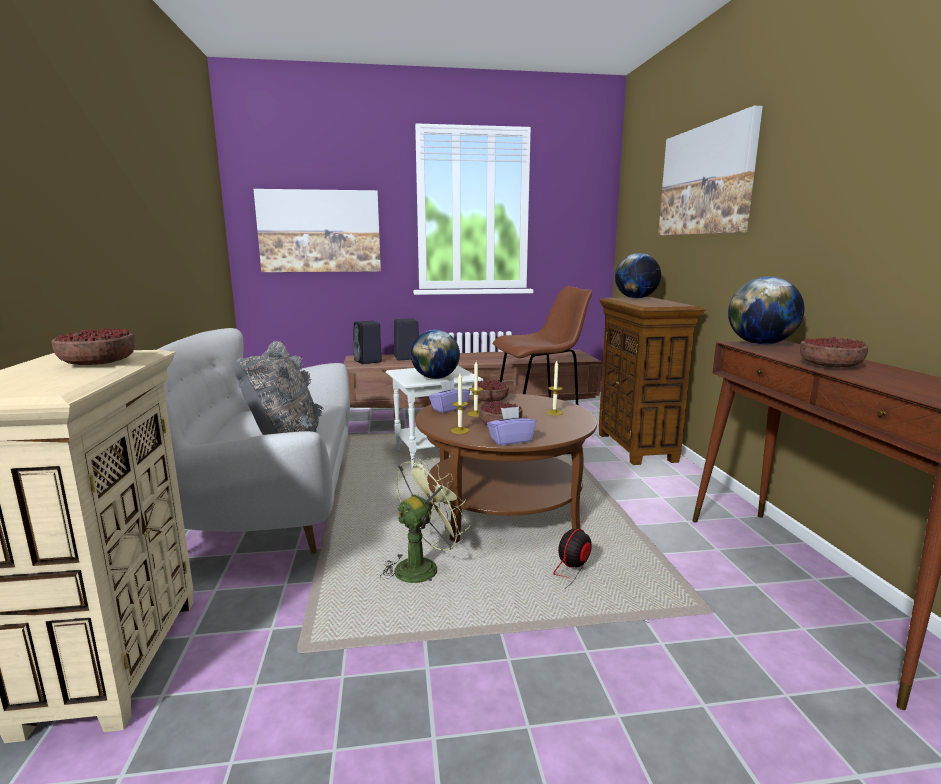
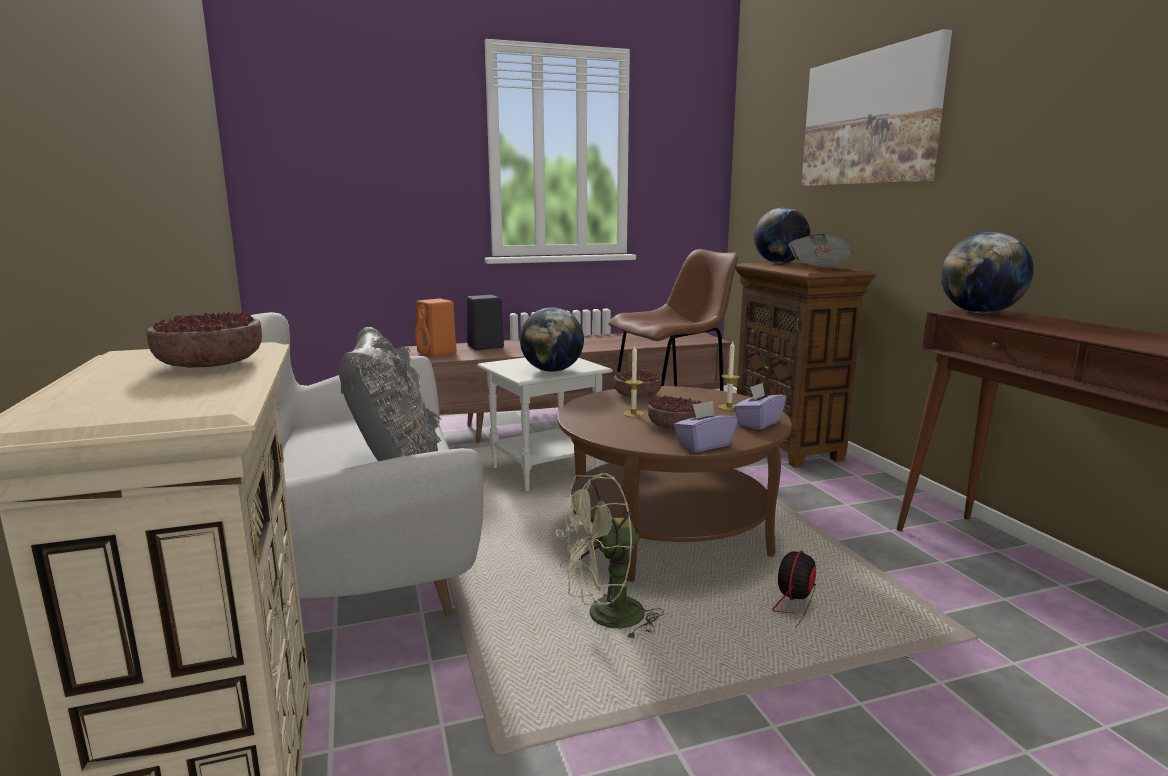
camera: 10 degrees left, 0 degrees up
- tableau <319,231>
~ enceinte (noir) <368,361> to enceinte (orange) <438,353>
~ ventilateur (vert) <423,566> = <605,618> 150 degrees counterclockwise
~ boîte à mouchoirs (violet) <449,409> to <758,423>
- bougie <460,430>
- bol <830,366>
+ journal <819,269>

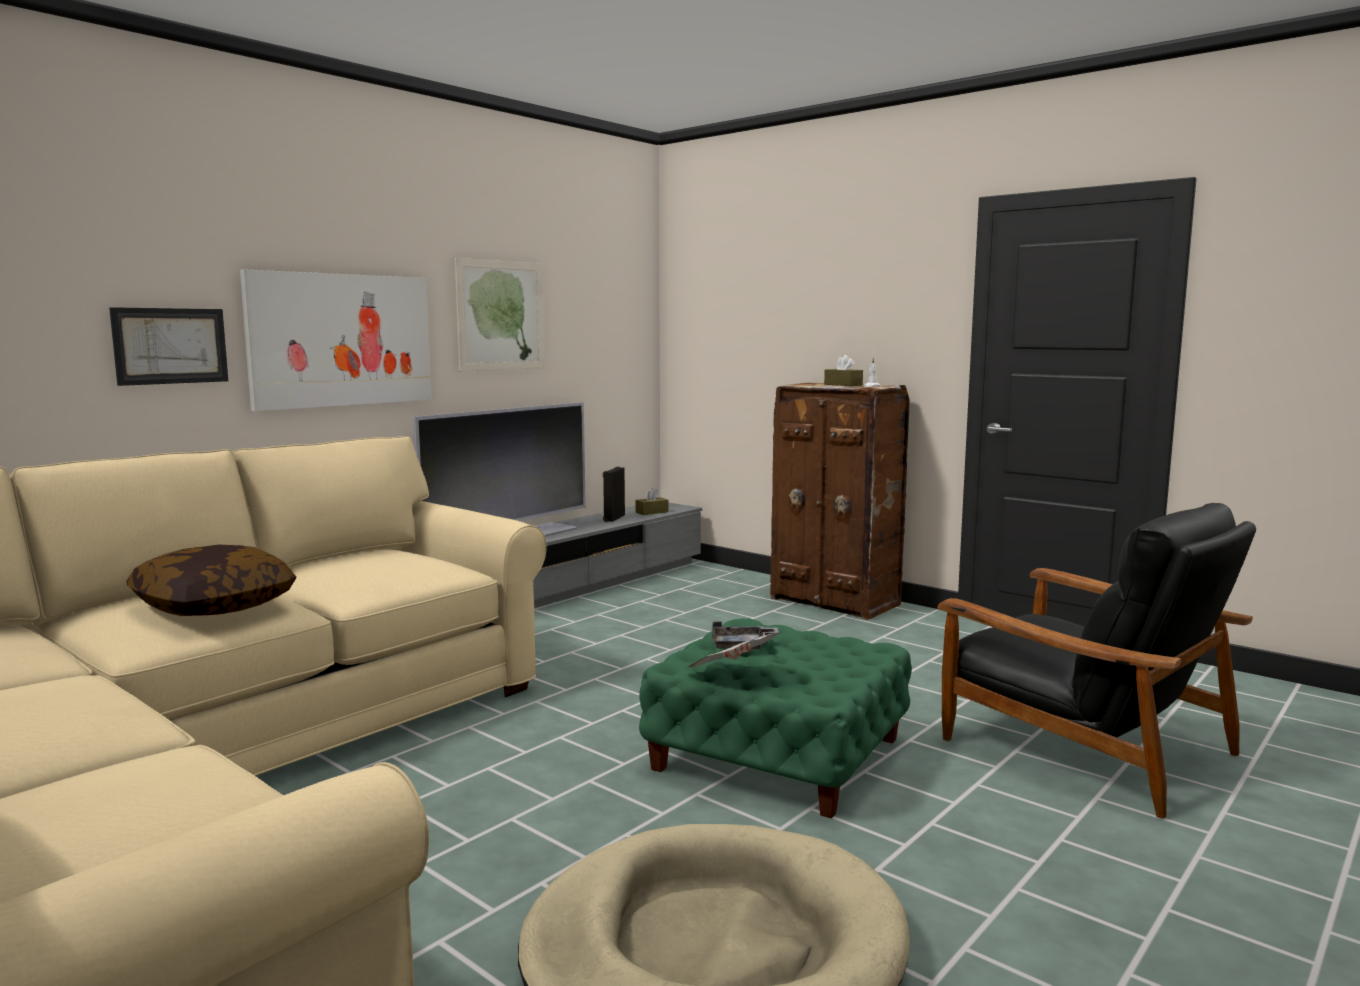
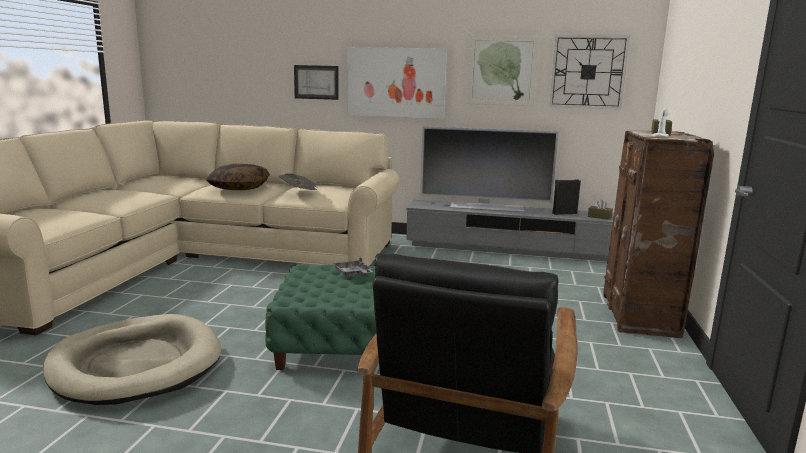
camera: 60 degrees right, 5 degrees up
~ journal <731,676> to <300,193>
+ horloge murale <588,72>

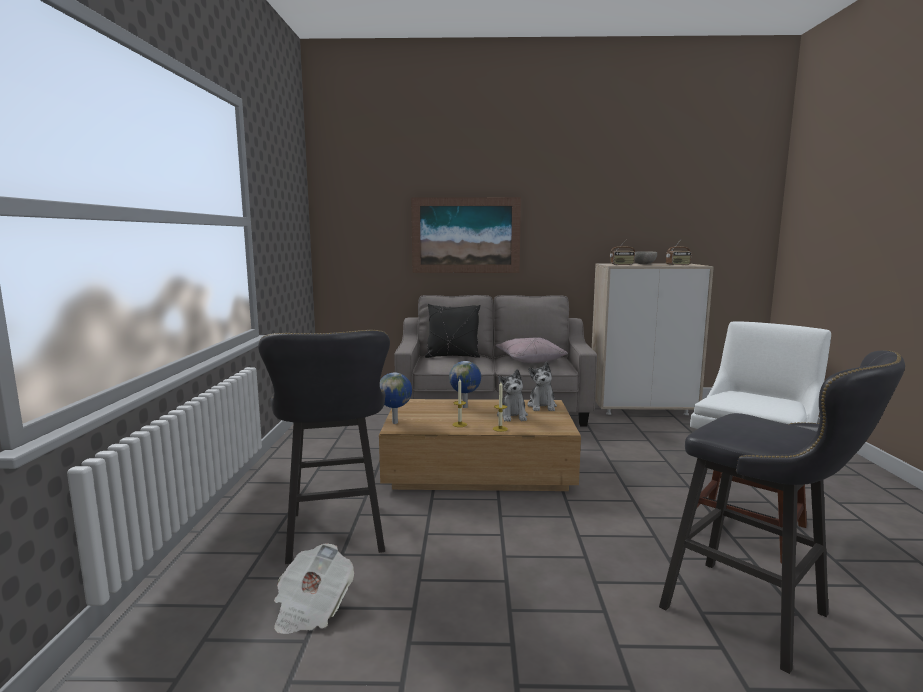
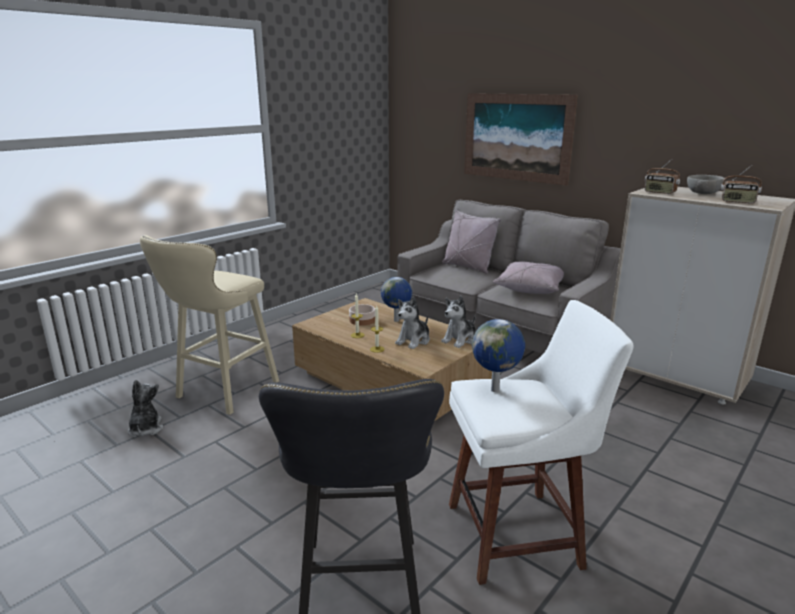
camera: 40 degrees right, 10 degrees up
~ tabouret (noir) <335,540> to tabouret (beige) <220,394>
~ journal <311,608> to peluche <146,429>
~ globe <395,422> to <496,390>
~ coussin (noir) <452,356> to coussin (violet) <468,267>
+ bol <362,320>

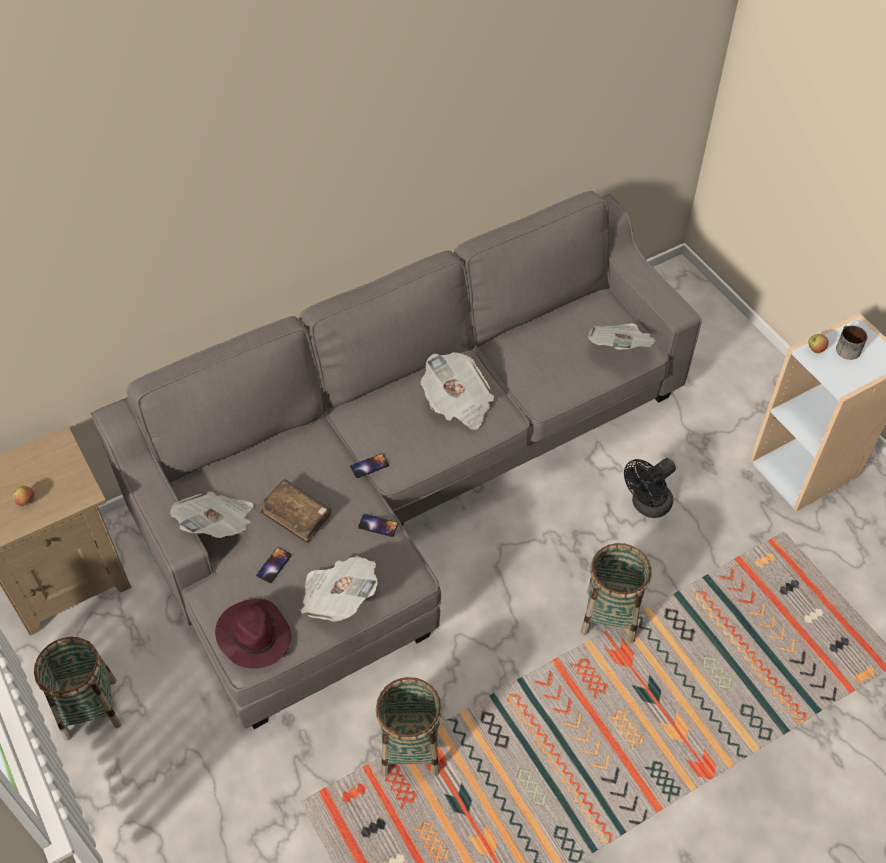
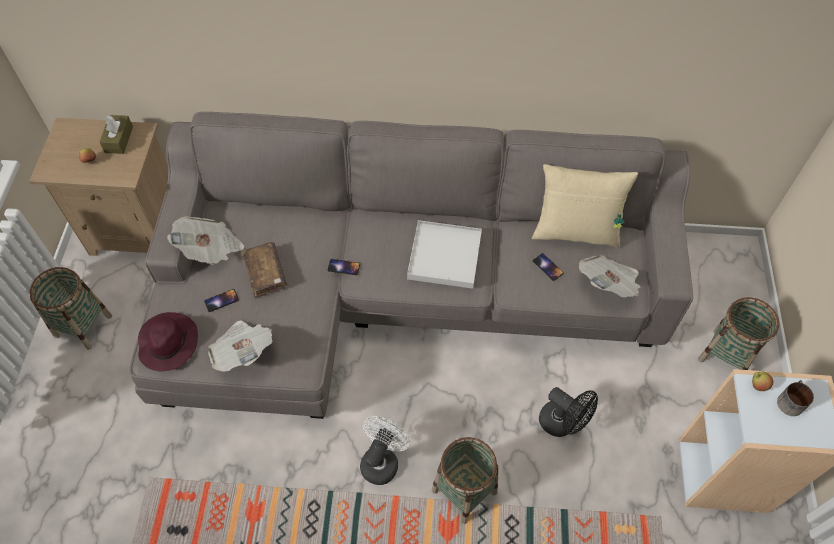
camera: 35 degrees right, 5 degrees up
~ téléphone <378,525> to <548,267>
~ panier <410,748> to <726,355>
~ journal <457,403> to plateau (blanc) <445,256>
~ ventilateur (noir) <647,506> = <562,423> 135 degrees counterclockwise
+ boîte à mouchoirs (marron) <119,139>
+ ventilateur (blanc) <382,460>
+ coussin (beige) <575,232>

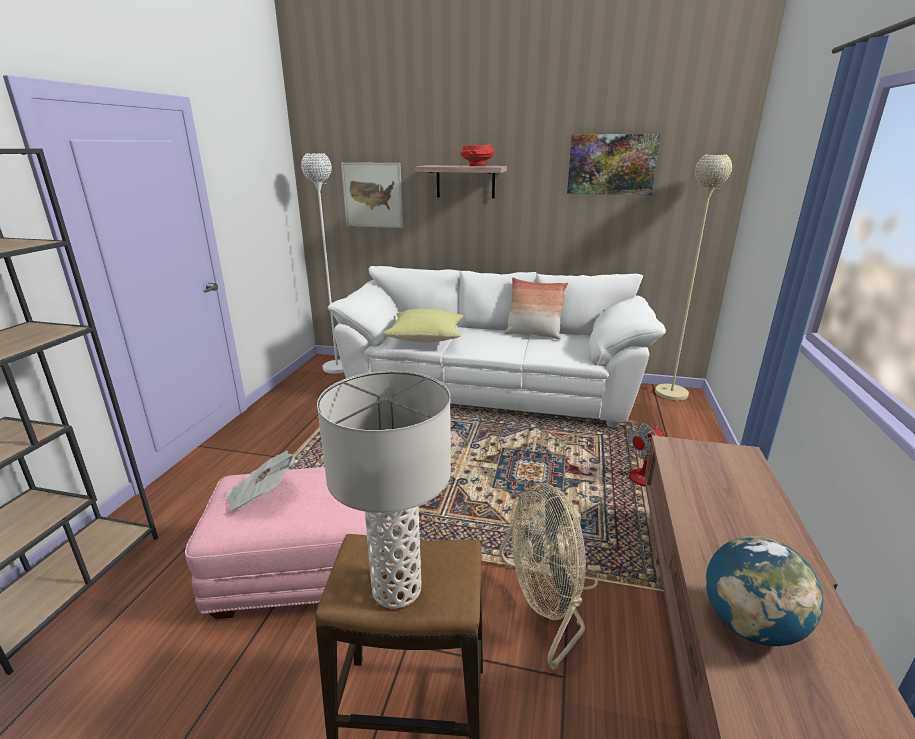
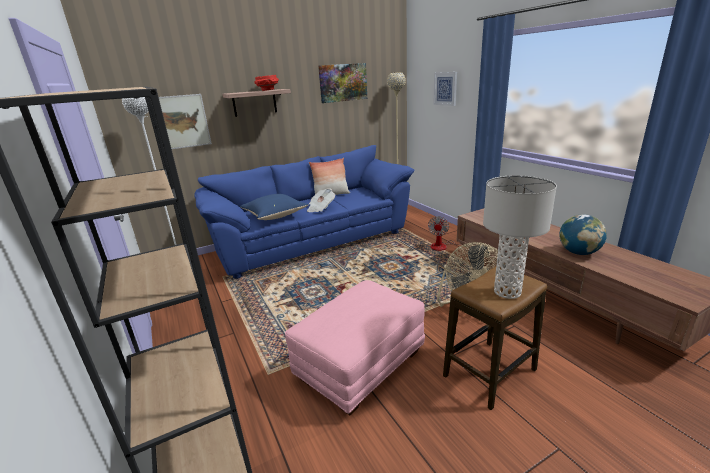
camera: 40 degrees left, 0 degrees up
~ journal <261,496> to <321,208>
~ canapé (blanc) <490,393> to canapé (bleu) <314,243>
~ coussin (jaune) <427,338> to coussin (bleu) <275,216>
+ tableau <445,88>

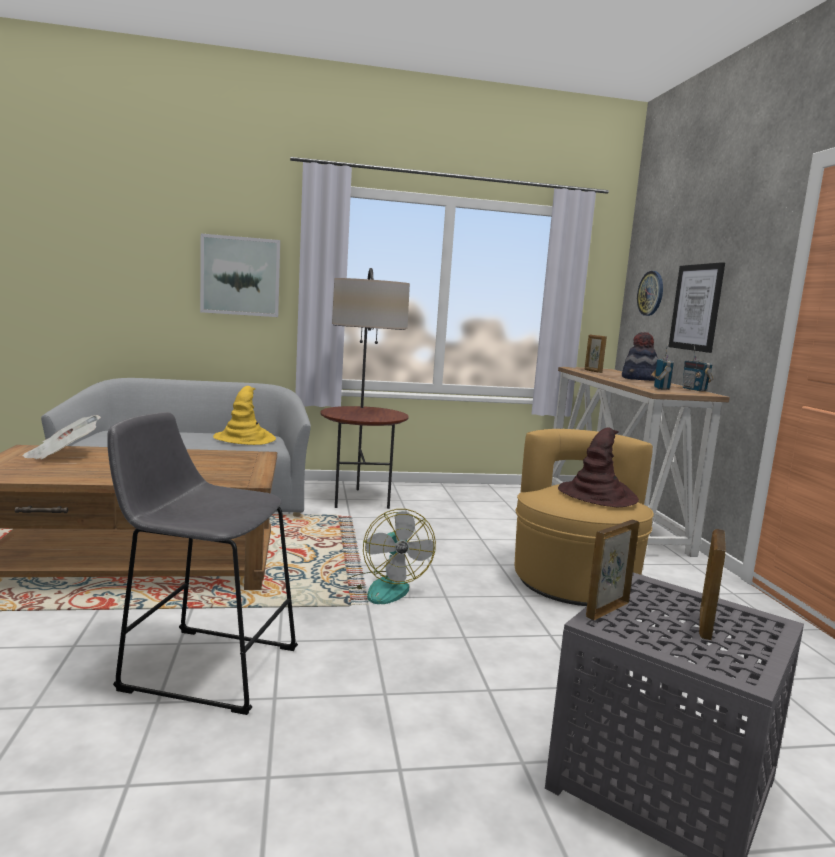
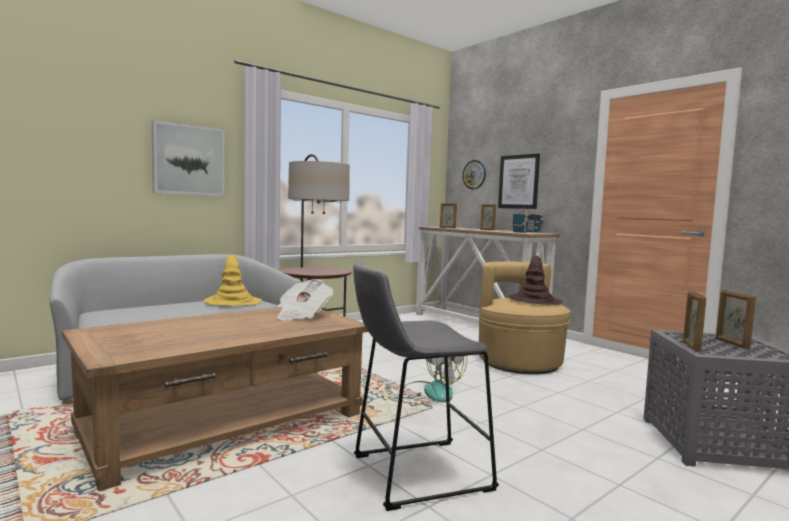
camera: 30 degrees left, 5 degrees down
~ journal <62,455> to <302,315>
~ chapeau <640,379> to cadre photo <487,229>

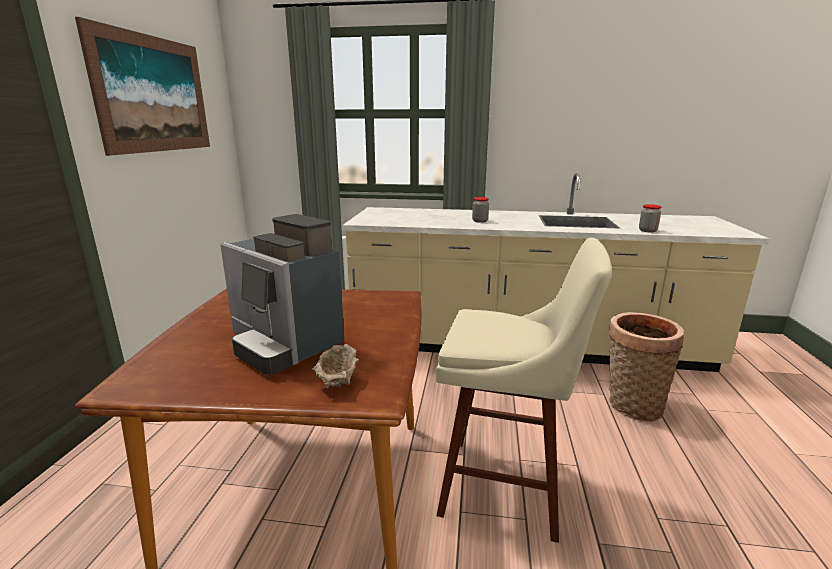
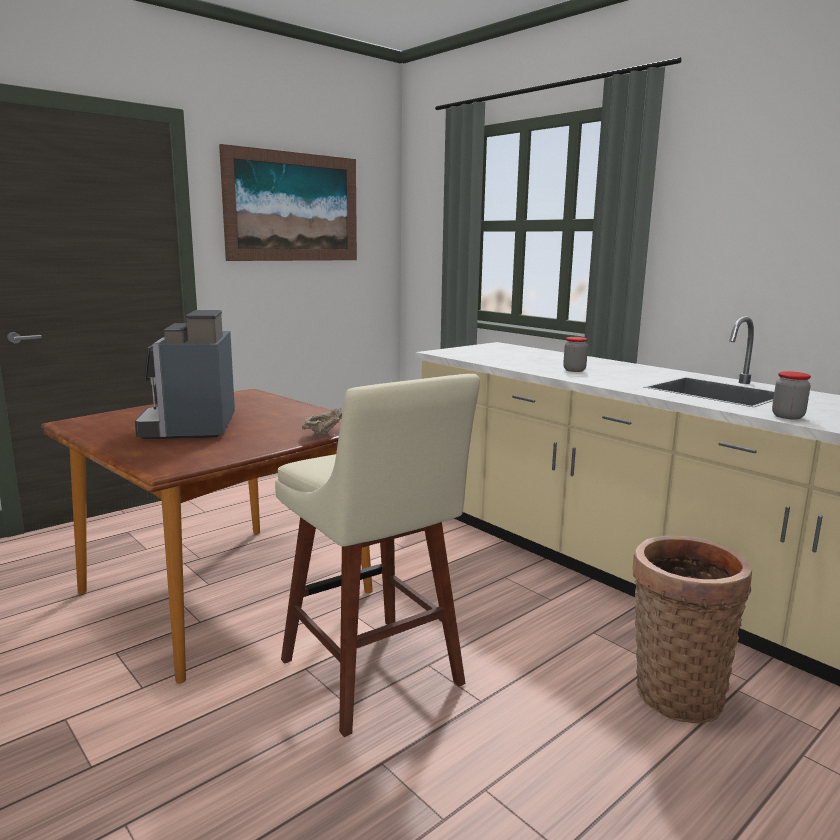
camera: 40 degrees right, 5 degrees down
~ bol (beige) <336,382> to <323,434>

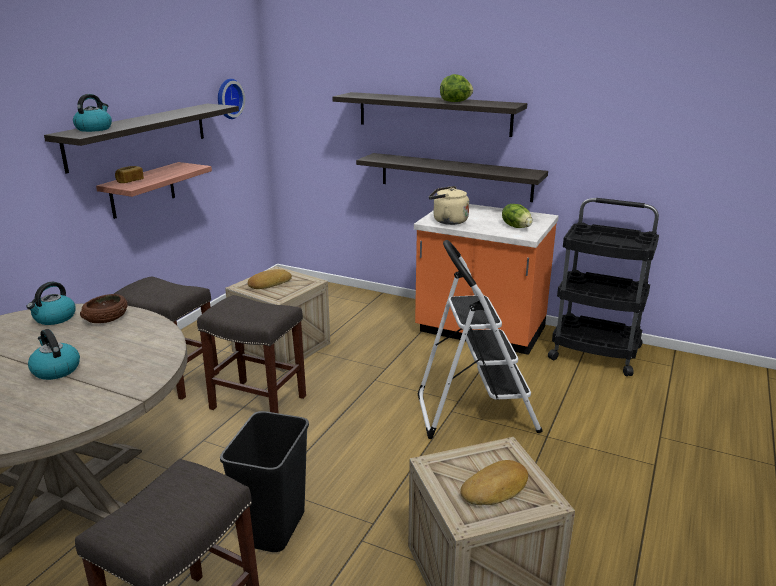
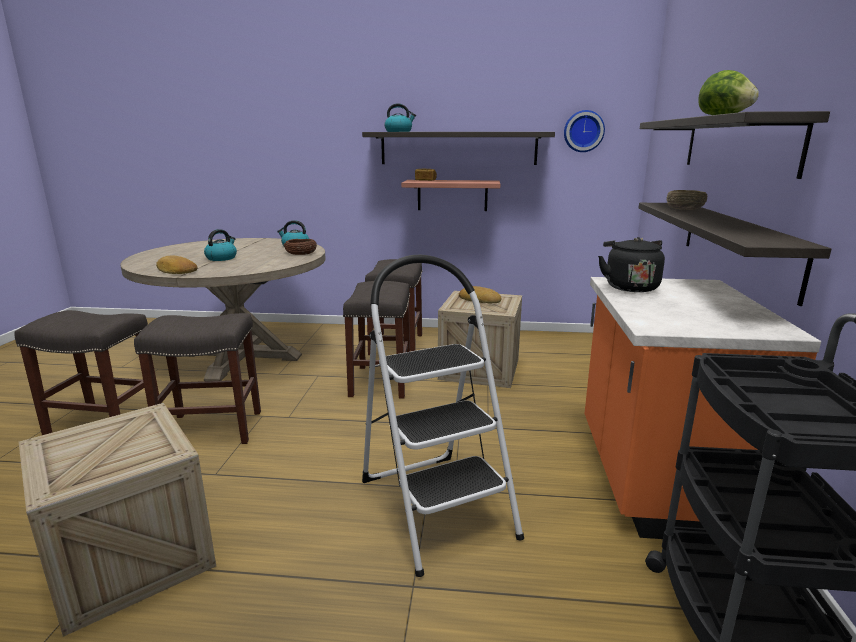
camera: 70 degrees right, 5 degrees down
~ poubelle (noir) <275,528> to tabouret (gris) <210,429>
~ bouilloire (beige) <447,221> to bouilloire (noir) <629,287>
~ pain <496,488> to <176,270>
- laitue <516,227>
+ bol (beige) <684,208>

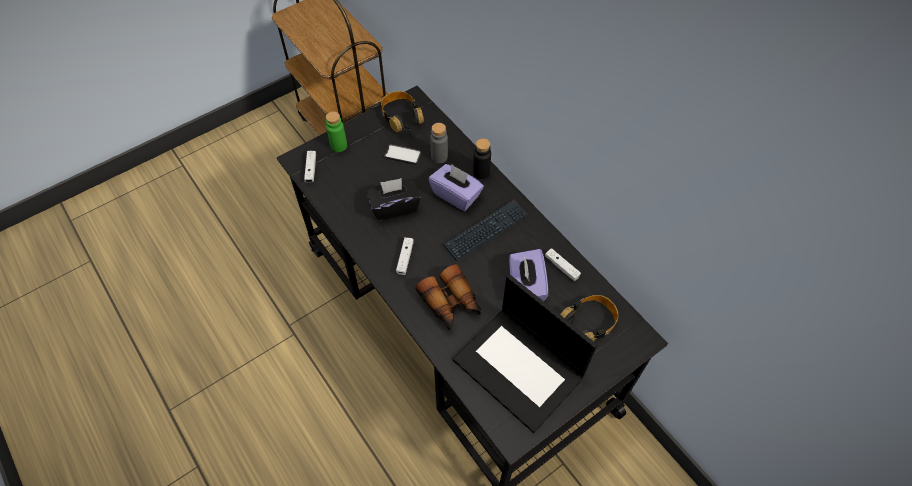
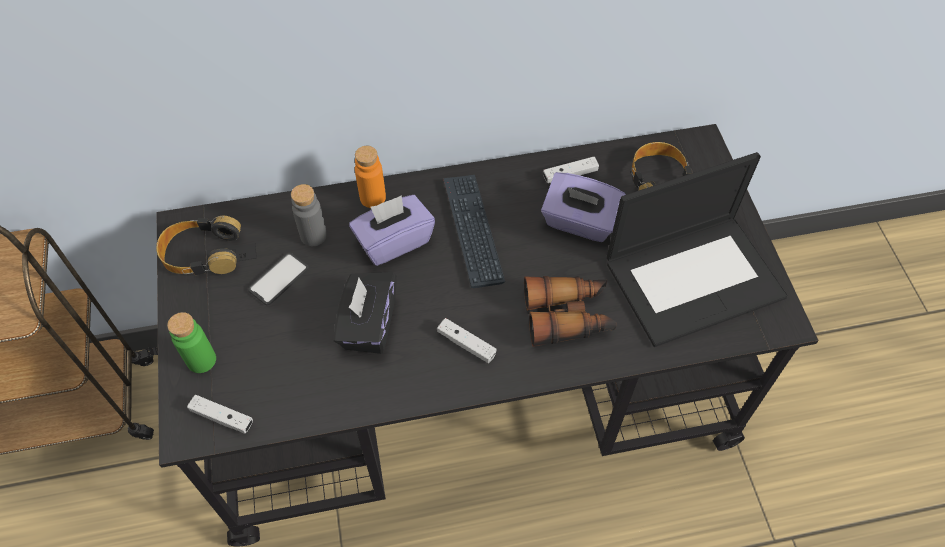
camera: 65 degrees left, 0 degrees up
~ bouteille (noir) <481,172> to bouteille (orange) <373,198>

